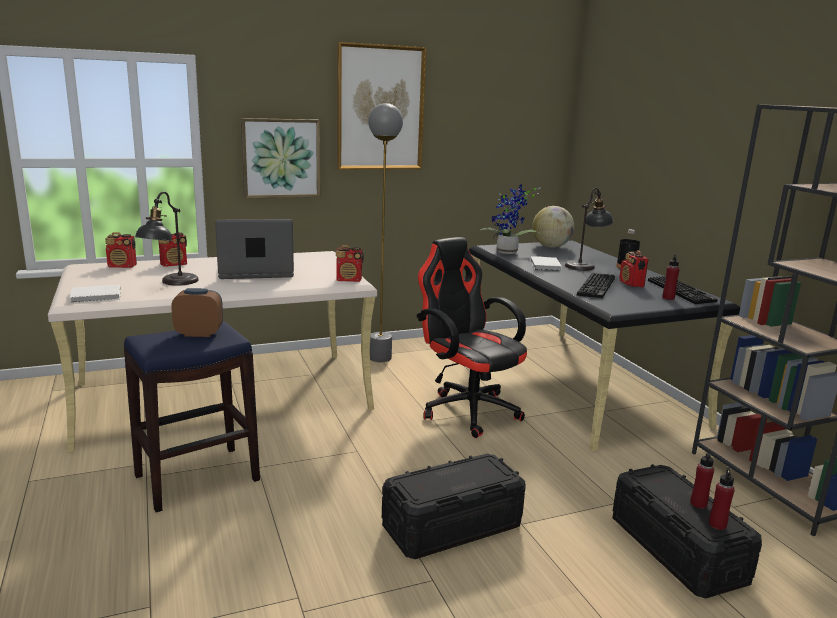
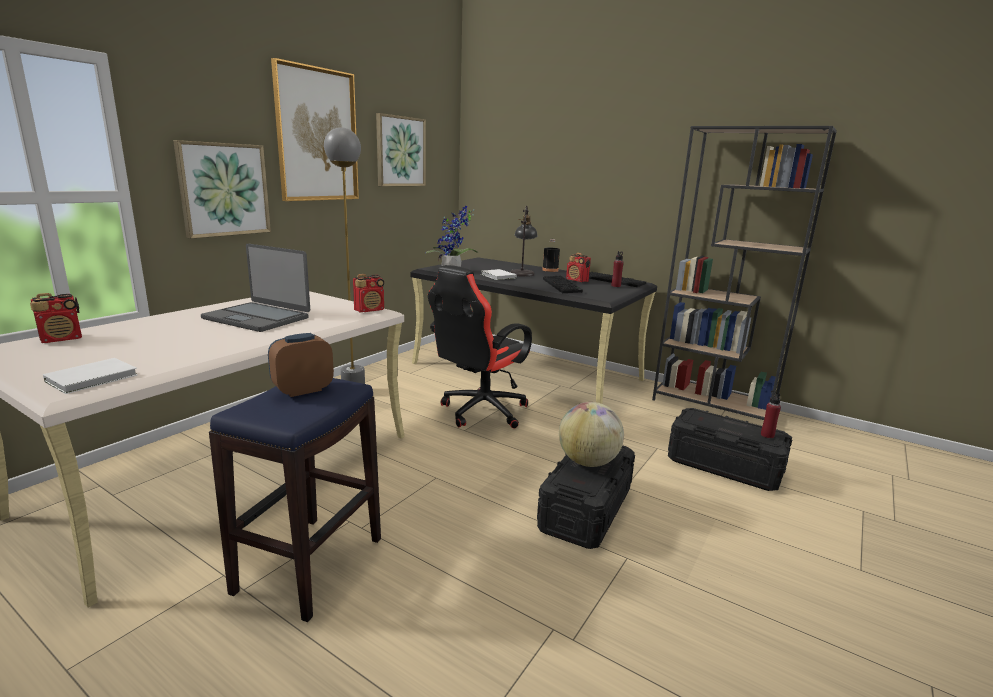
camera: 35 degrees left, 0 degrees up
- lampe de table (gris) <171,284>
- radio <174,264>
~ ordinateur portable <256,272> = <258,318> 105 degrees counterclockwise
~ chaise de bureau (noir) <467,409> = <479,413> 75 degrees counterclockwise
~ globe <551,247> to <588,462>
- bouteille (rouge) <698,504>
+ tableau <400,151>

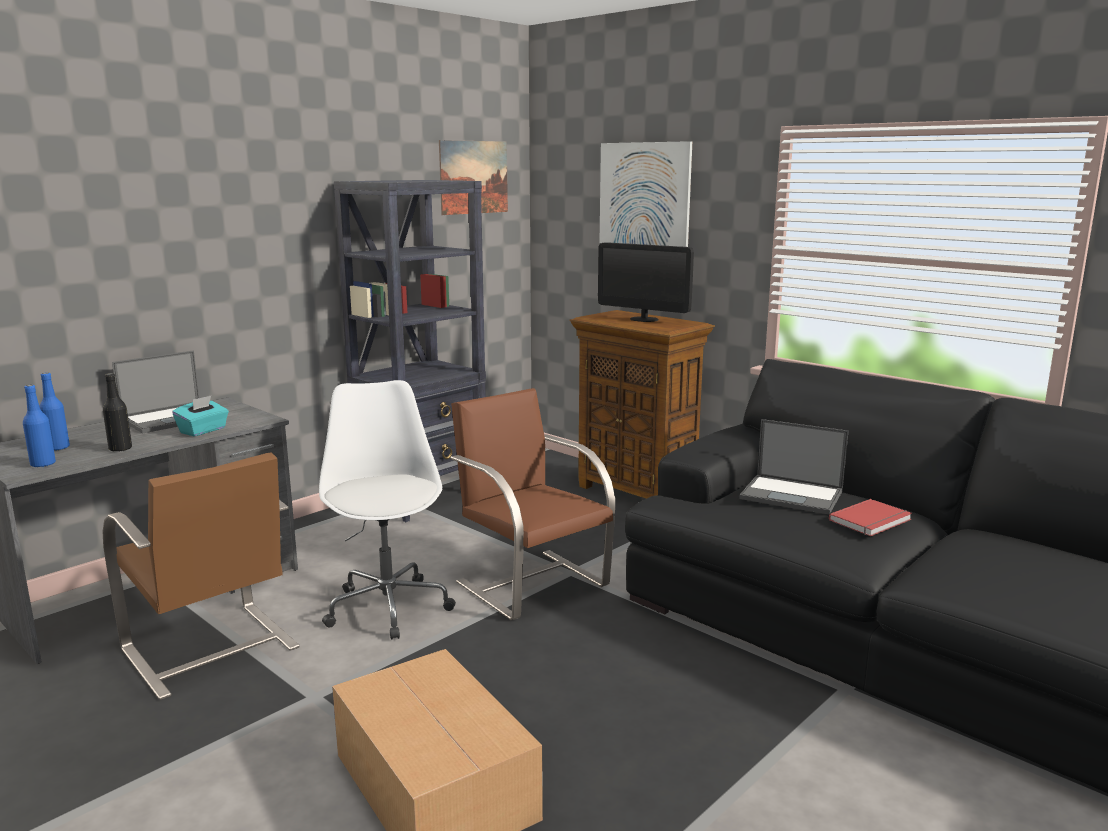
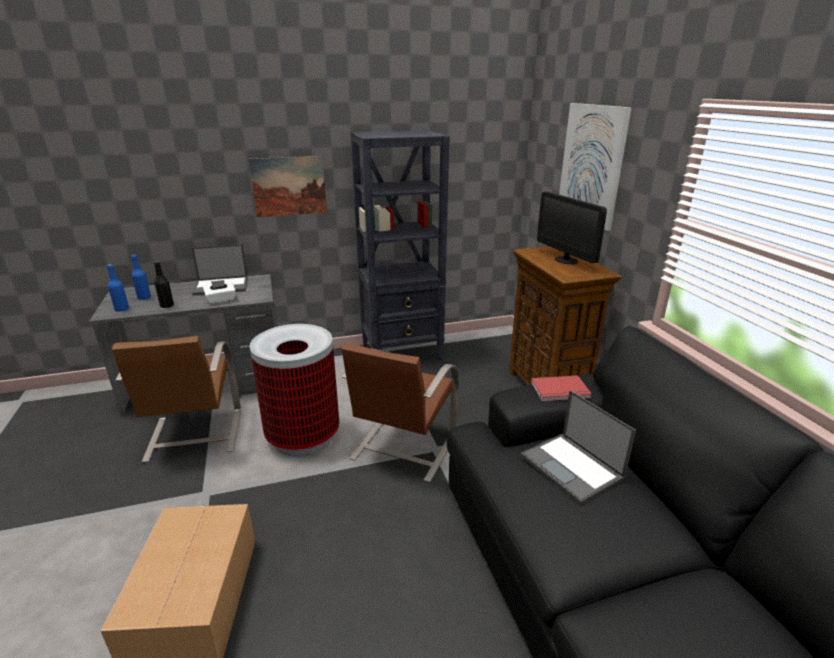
camera: 30 degrees right, 10 degrees up
~ boîte à mouchoirs (turquoise) <203,430> to boîte à mouchoirs (blanc) <221,300>
~ chaise de bureau (blanc) <388,607> to poubelle <303,437>
~ tableau <474,177> to <289,186>
~ chaise (marron) <531,583> = <402,449> 150 degrees counterclockwise
~ livre (rouge) <872,521> to <561,391>

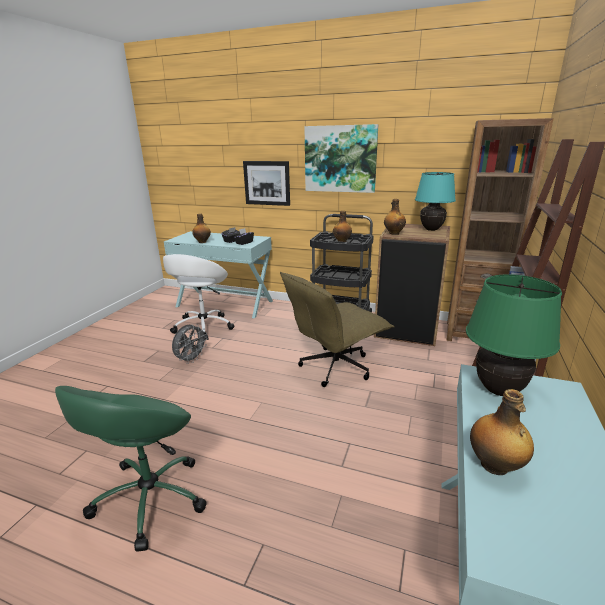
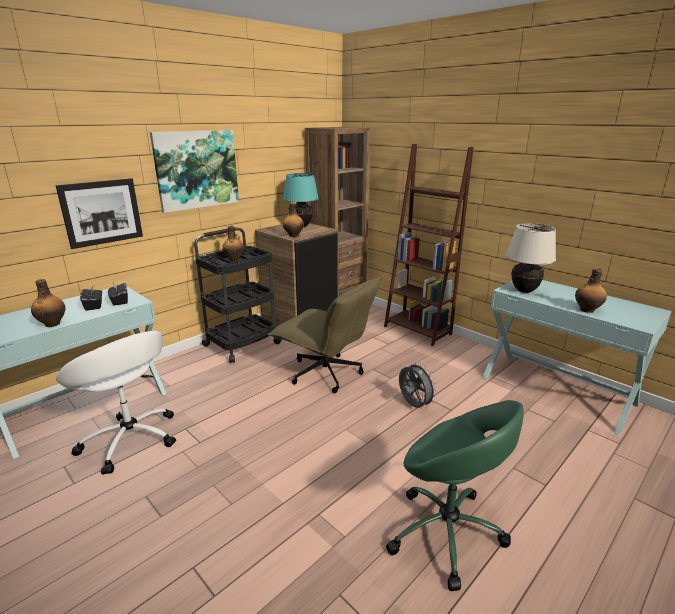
camera: 65 degrees left, 0 degrees up
~ ventilateur (gris) <191,359> to <413,405>
~ chaise de bureau (beige) <336,366> = <324,373> 45 degrees counterclockwise
~ lampe de table (vert) <498,390> to lampe de table (beige) <524,291>

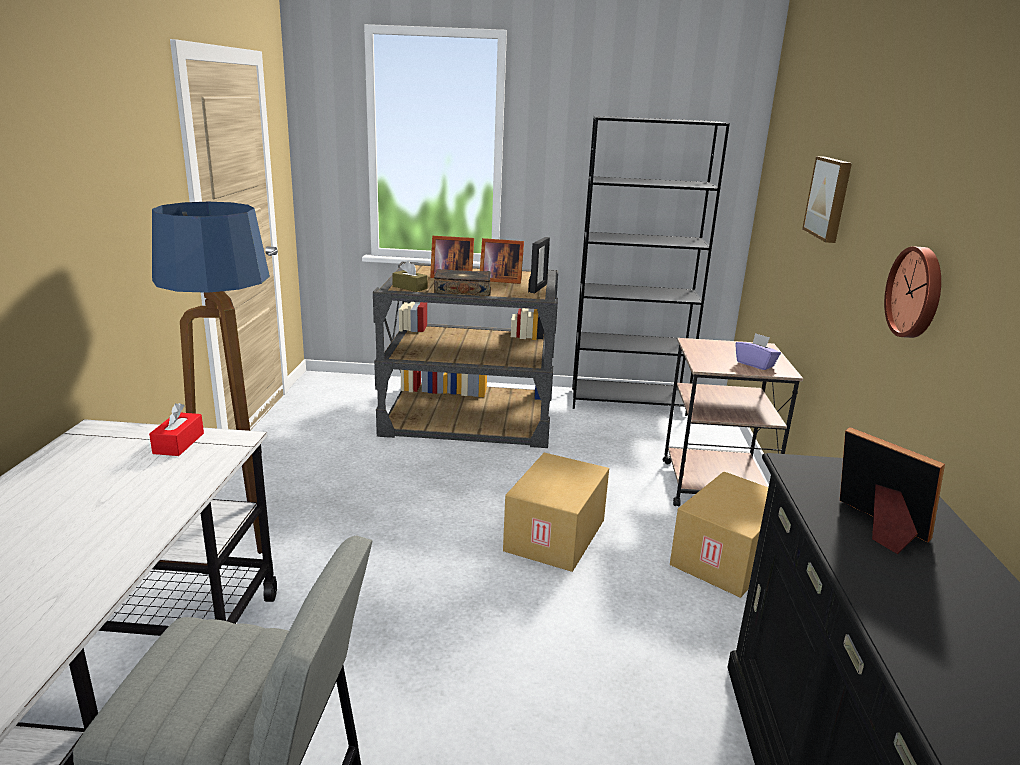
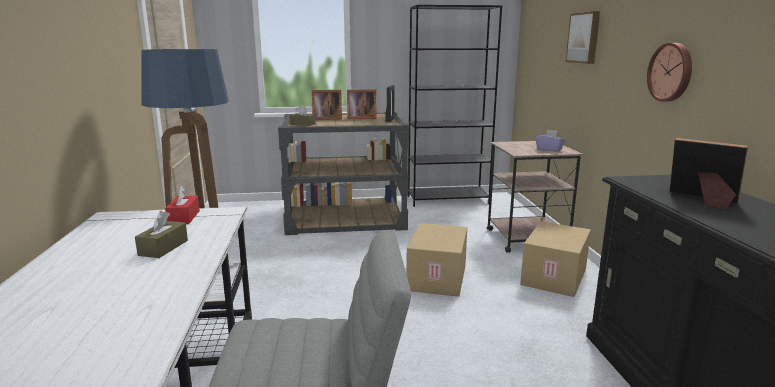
camera: 10 degrees left, 5 degrees down
- livre <463,290>
+ boîte à mouchoirs (marron) <163,248>

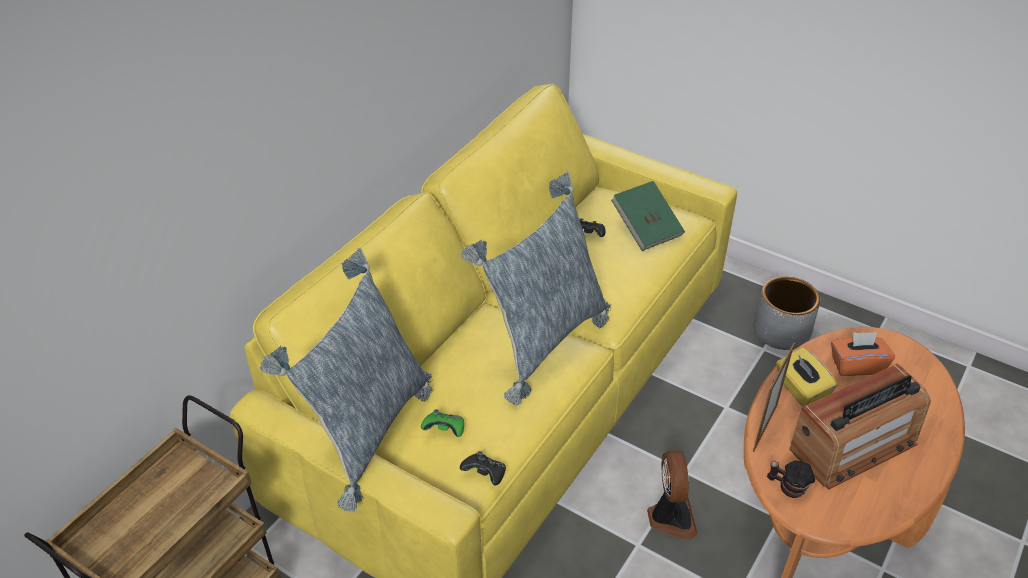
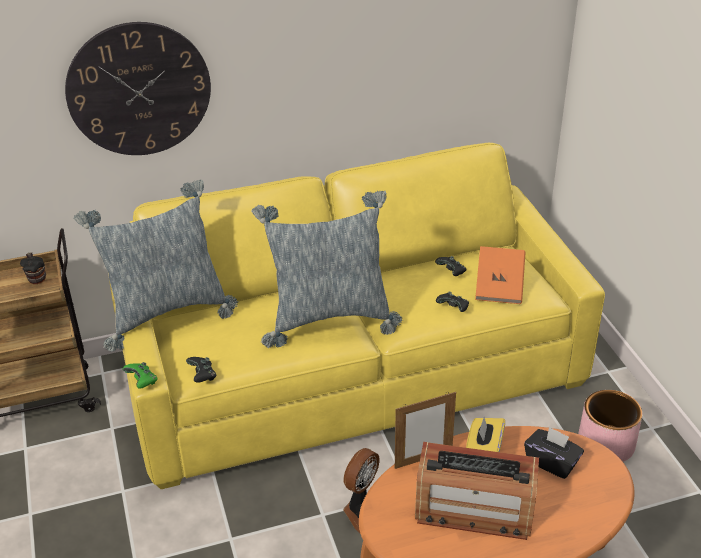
camera: 40 degrees right, 5 degrees down
~ manette (vert) <445,430> to <142,382>
~ livre (vert) <646,228> to livre (orange) <499,287>
~ cache-pot (gris) <781,332> to cache-pot (rose) <605,444>
~ mug <787,487> to <36,277>
~ boîte à mouchoirs (orange) <856,365> to boîte à mouchoirs (noir) <552,462>
+ horloge murale <139,90>
+ manette (noir) <453,308>

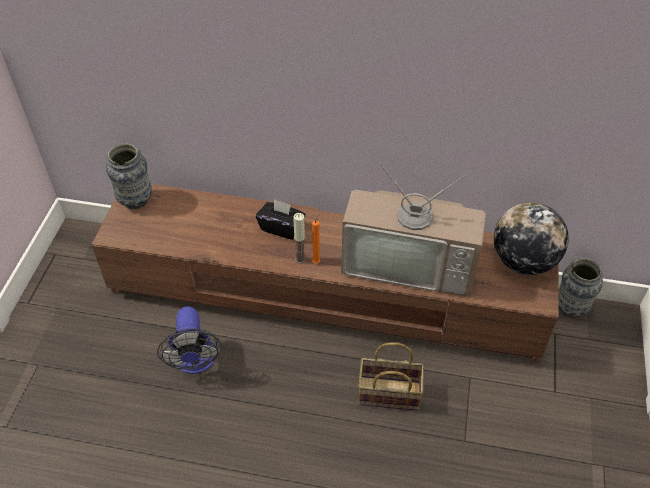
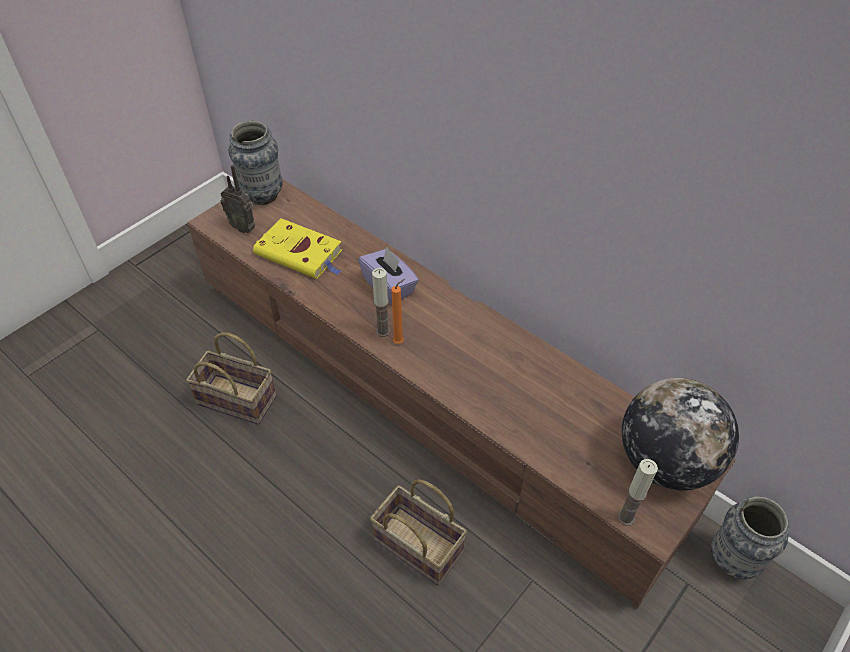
camera: 30 degrees right, 0 degrees up
~ ventilateur <195,362> to panier <239,399>
~ boîte à mouchoirs (noir) <281,228> to boîte à mouchoirs (violet) <389,287>
- téléviseur <410,262>
+ radio <244,227>
+ livre (jaune) <301,254>
+ bougie <626,517>

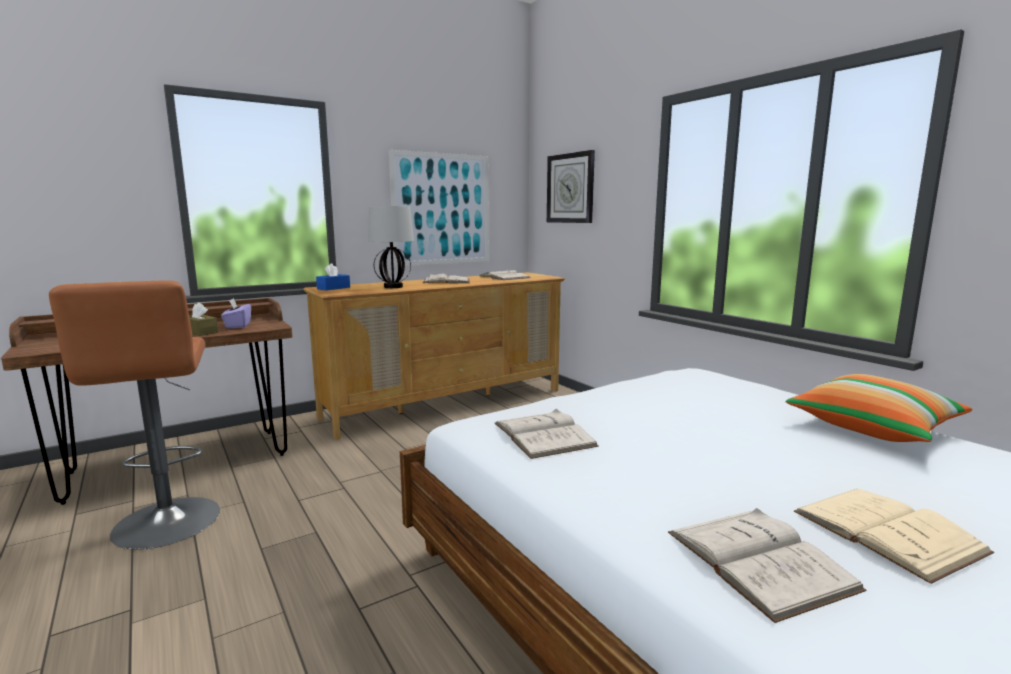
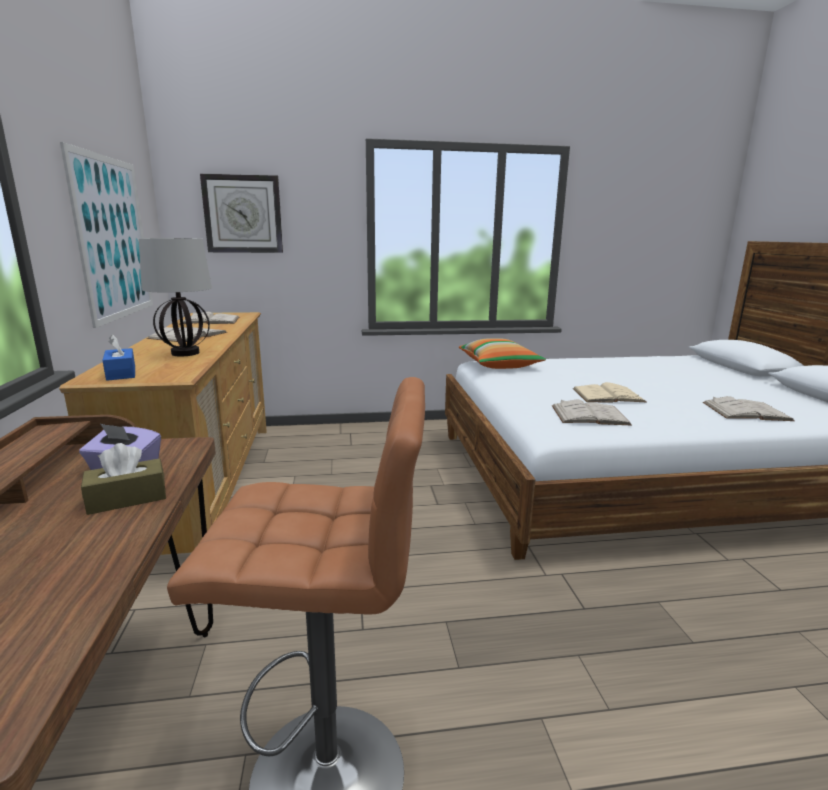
camera: 65 degrees left, 5 degrees up
~ coussin <873,427> to <499,365>
~ livre (beige) <887,531> to <608,395>

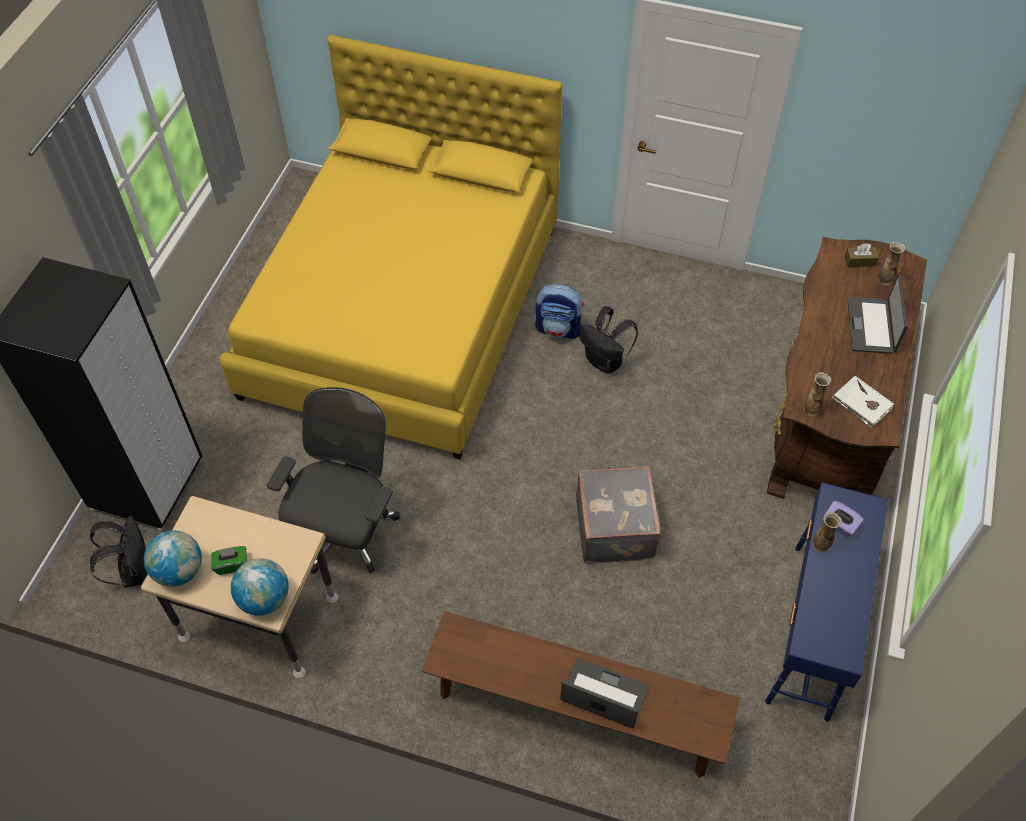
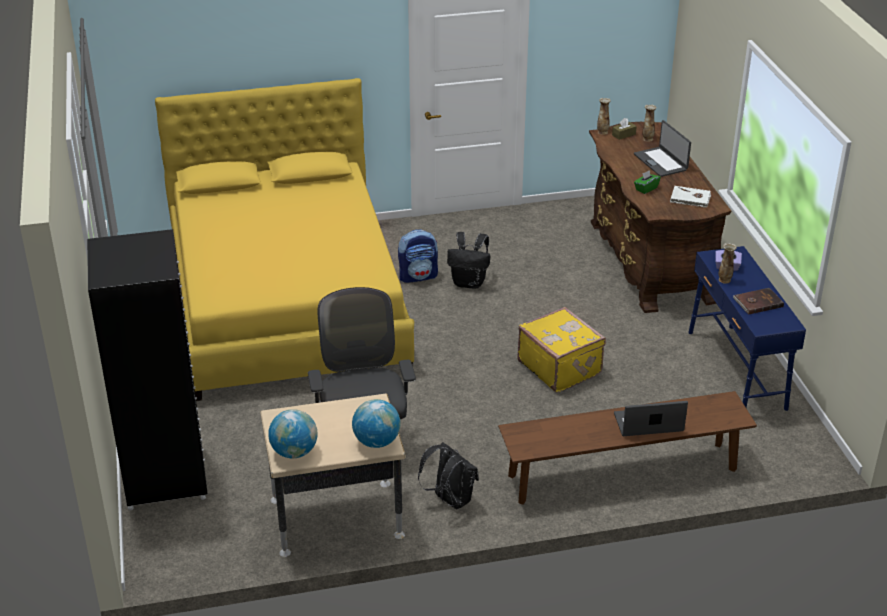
camera: 30 degrees left, 20 degrees down
~ sac à dos (noir) <133,570> to <450,500>
~ boîte à mouchoirs (vert) <232,564> to <646,189>
~ valise (gris) <616,528> to valise (jaune) <560,367>
~ vase <811,409> to <602,132>
+ livre (marron) <757,302>

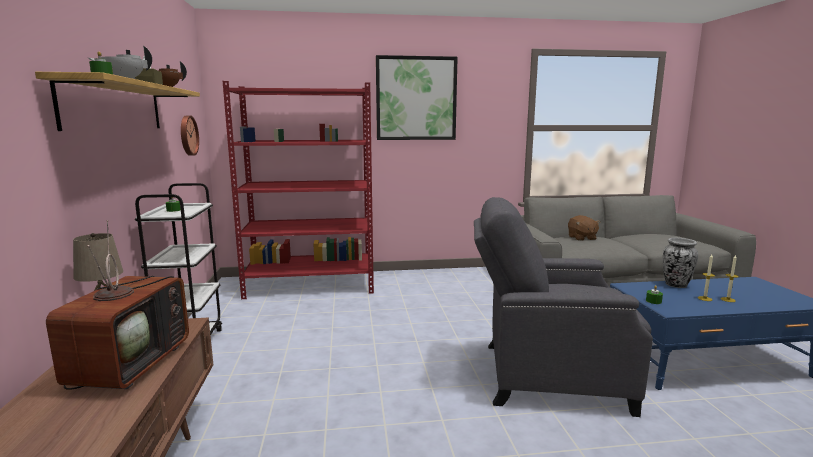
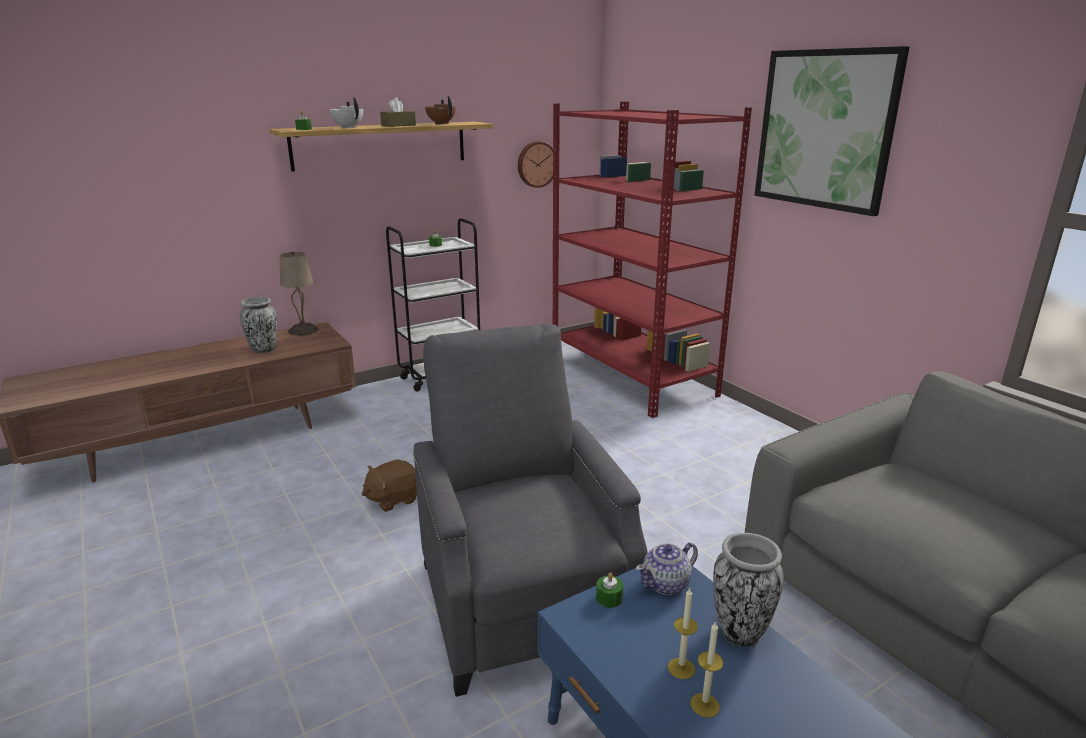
camera: 65 degrees right, 10 degrees up
~ téléviseur <130,363> to vase <263,350>
~ peluche (marron) <581,238> to <393,499>
+ théière <666,584>

